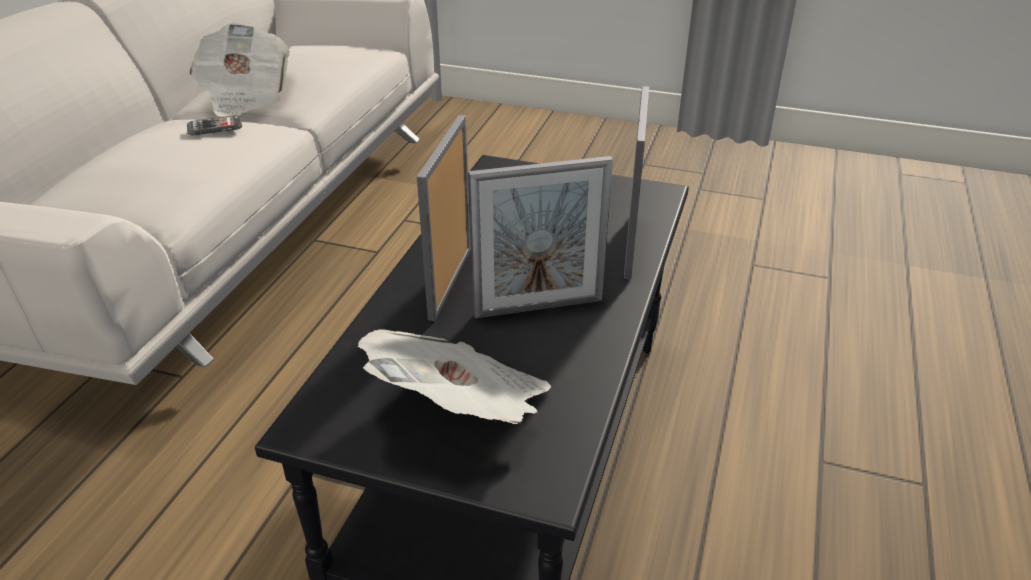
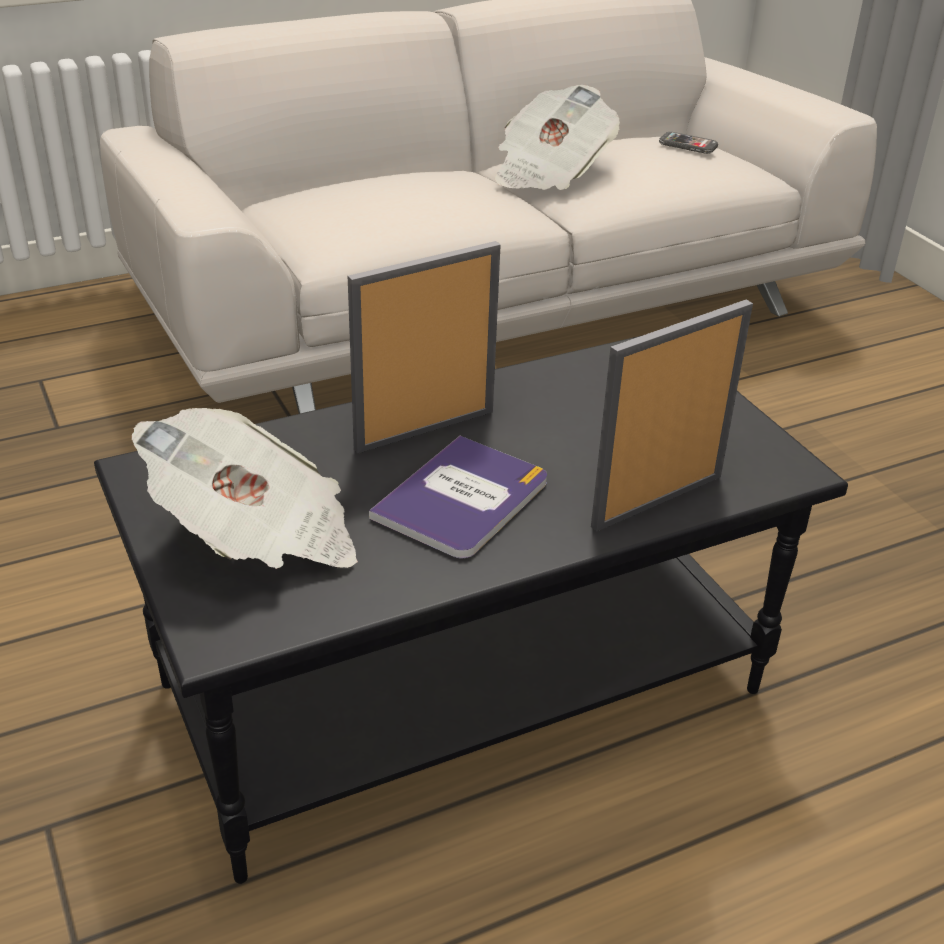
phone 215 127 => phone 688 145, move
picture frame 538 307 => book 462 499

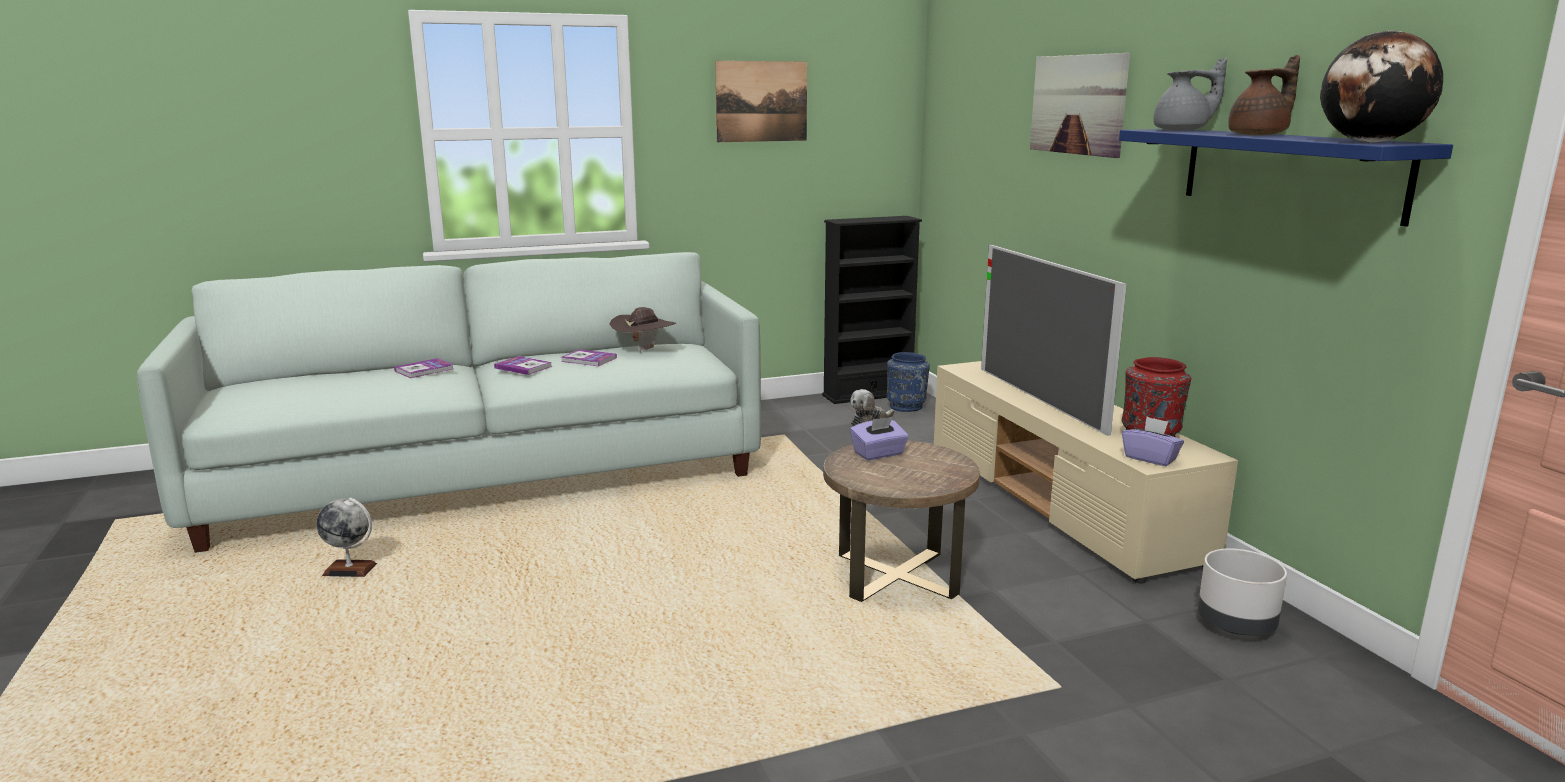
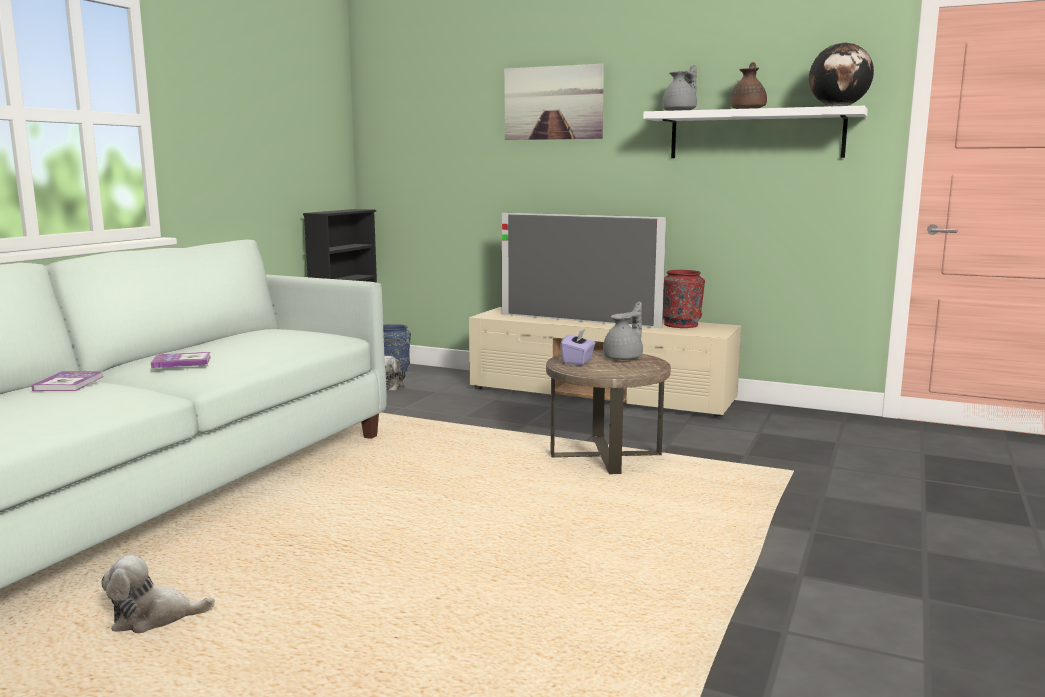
globe 350 571 => plush toy 153 618
book 588 359 => nothing
brown hat 644 349 => nothing
picture 761 101 => nothing
blue shelf 1289 172 => white shelf 755 134
purple tissue box 1150 458 => nothing
grey planter 1236 626 => nothing
nothing => grey teapot 624 358

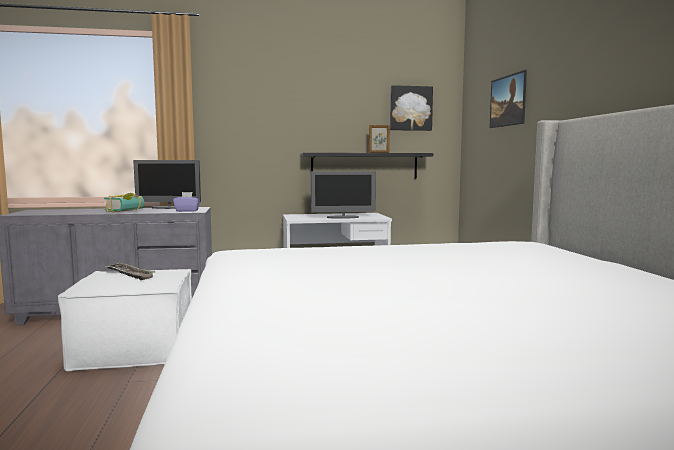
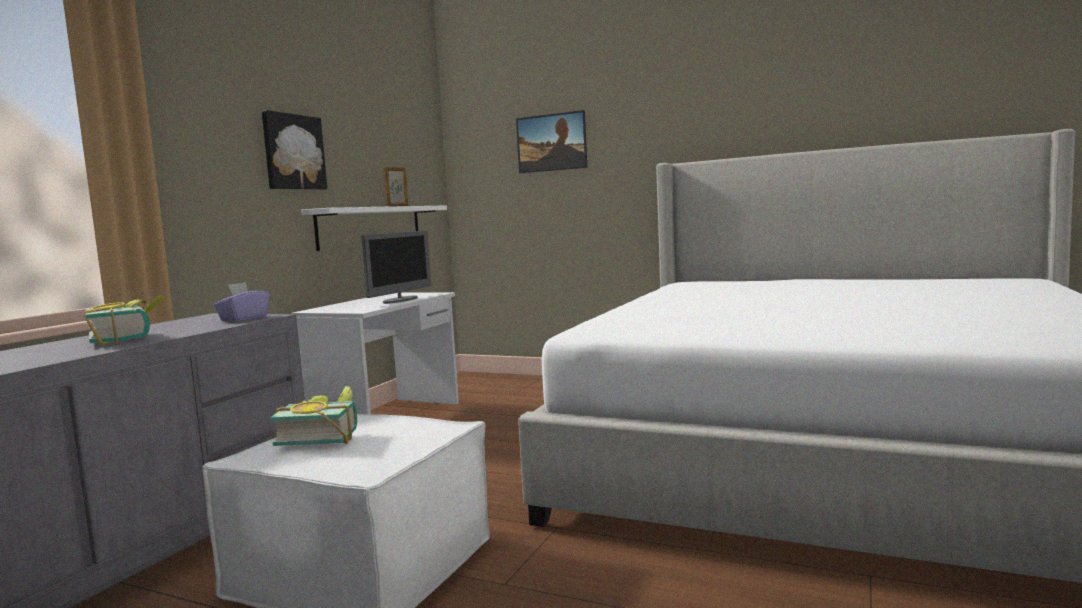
tray 129 274 => book 320 438
monitor 168 208 => nothing
black shelf 364 166 => white shelf 370 226
picture 410 108 => picture 293 152, move

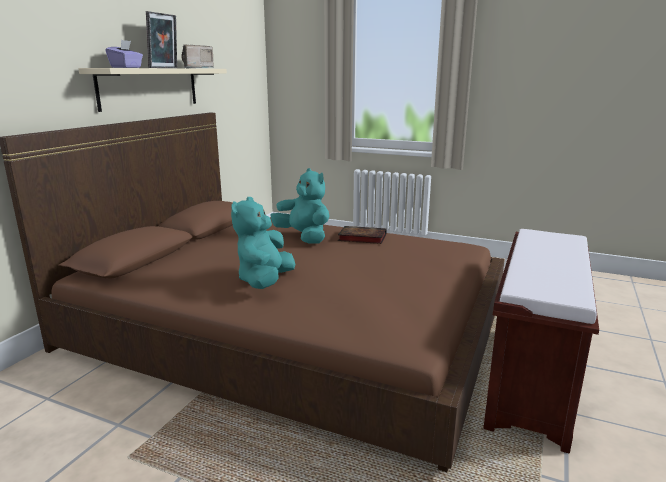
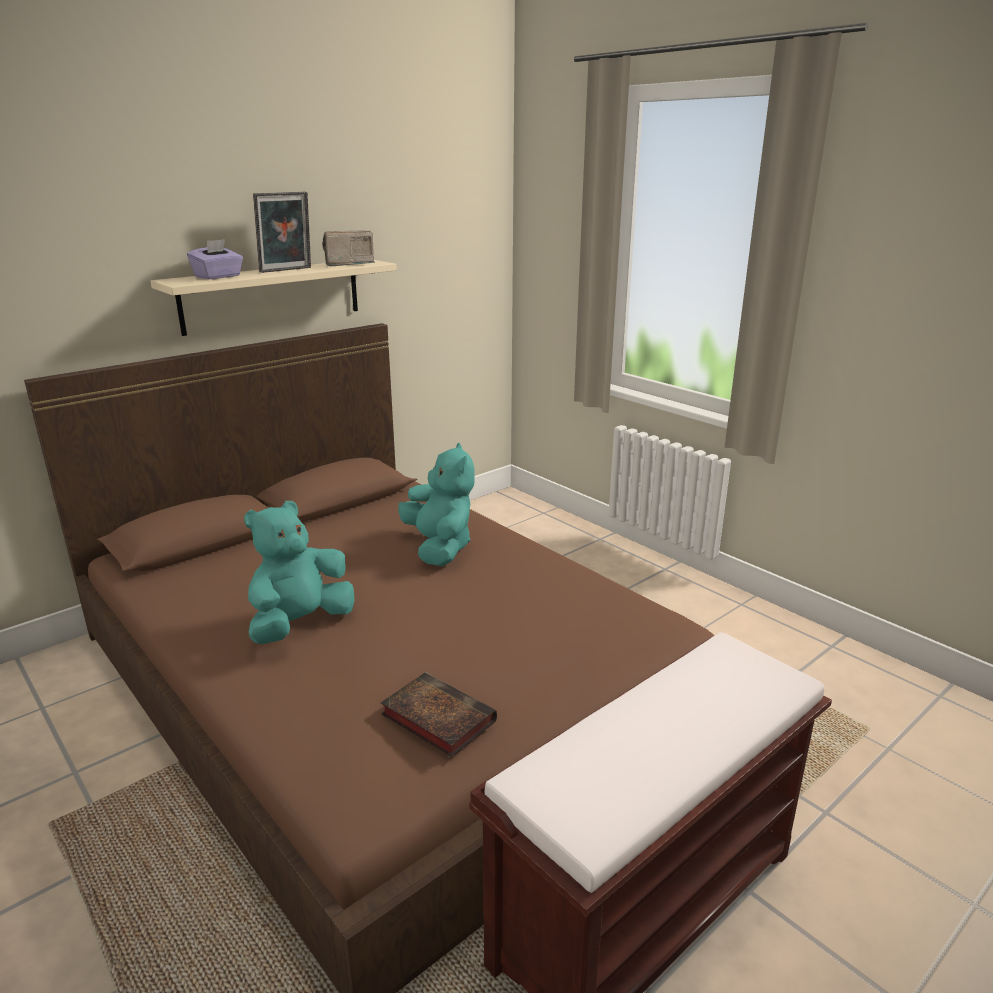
book 361 238 => book 435 718, move

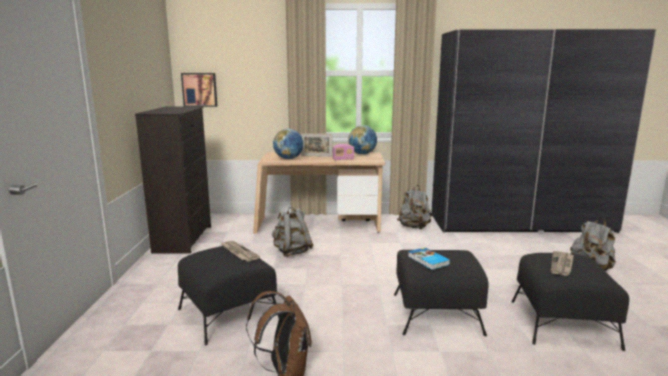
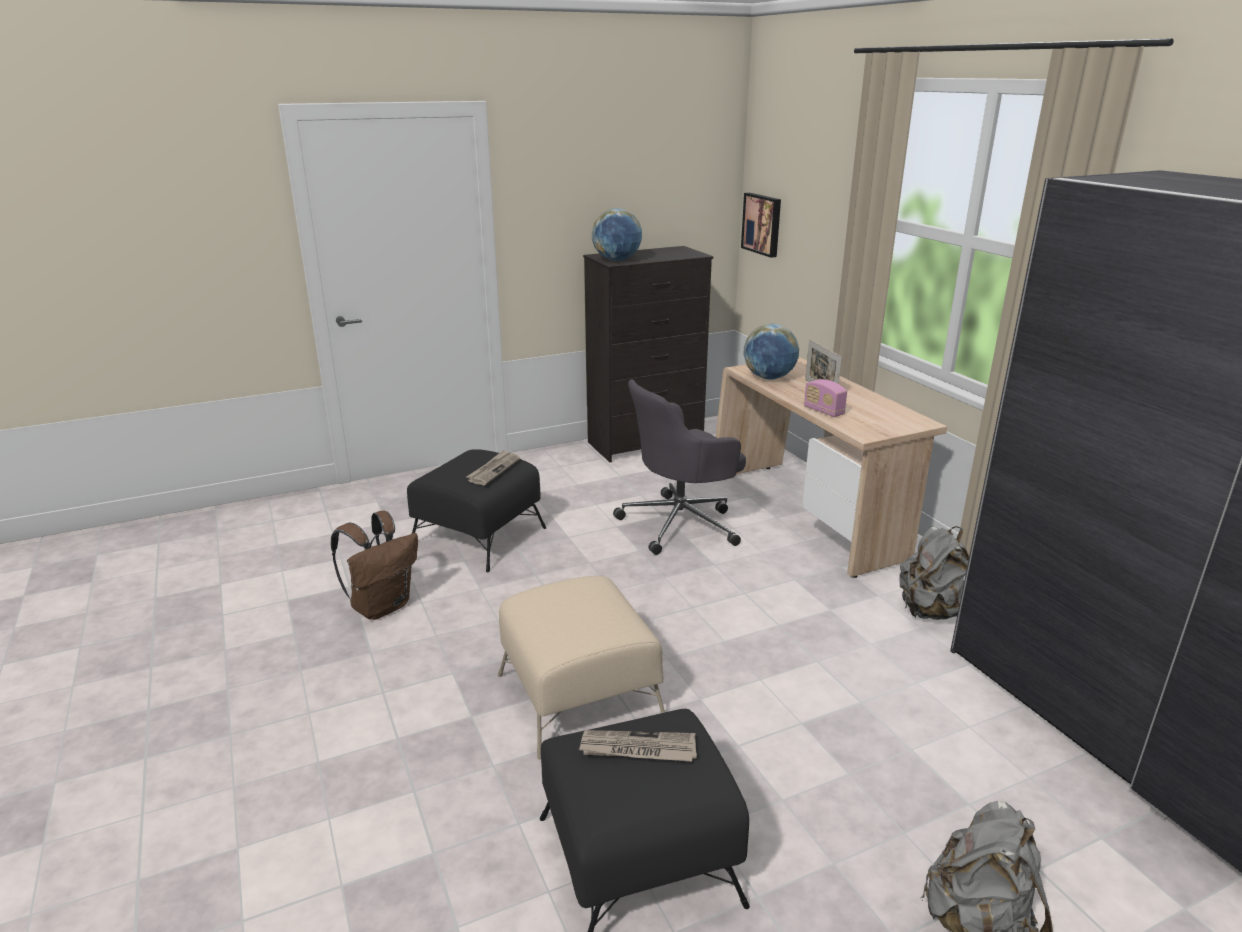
grey backpack 292 252 => grey office chair 681 524
globe 362 154 => globe 617 260, move
black ottoman 435 313 => beige ottoman 579 695
book 427 260 => nothing

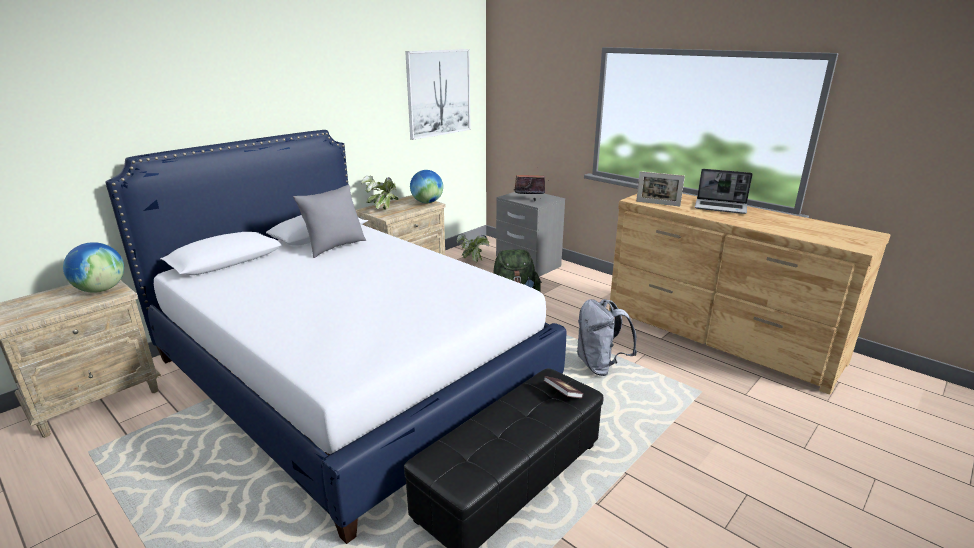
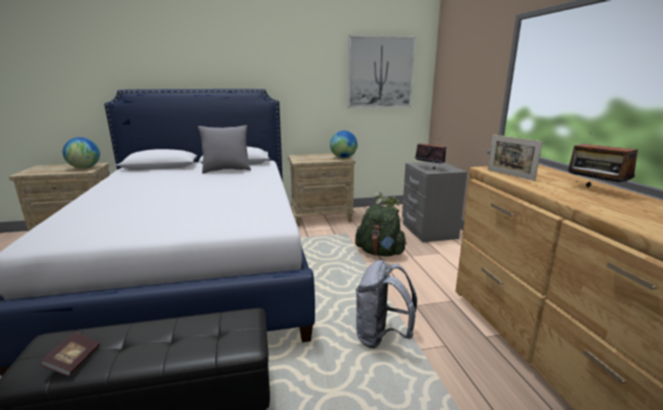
potted plant 382 208 => nothing
book 562 394 => book 74 361, move
laptop 721 207 => radio 594 190

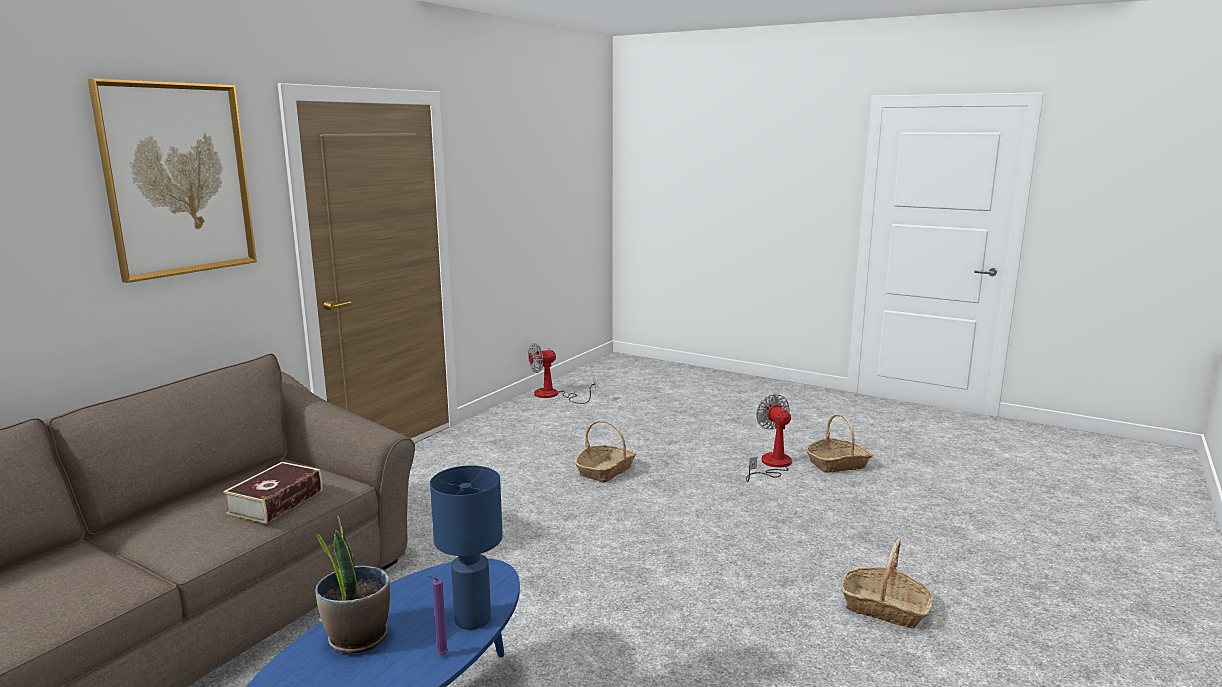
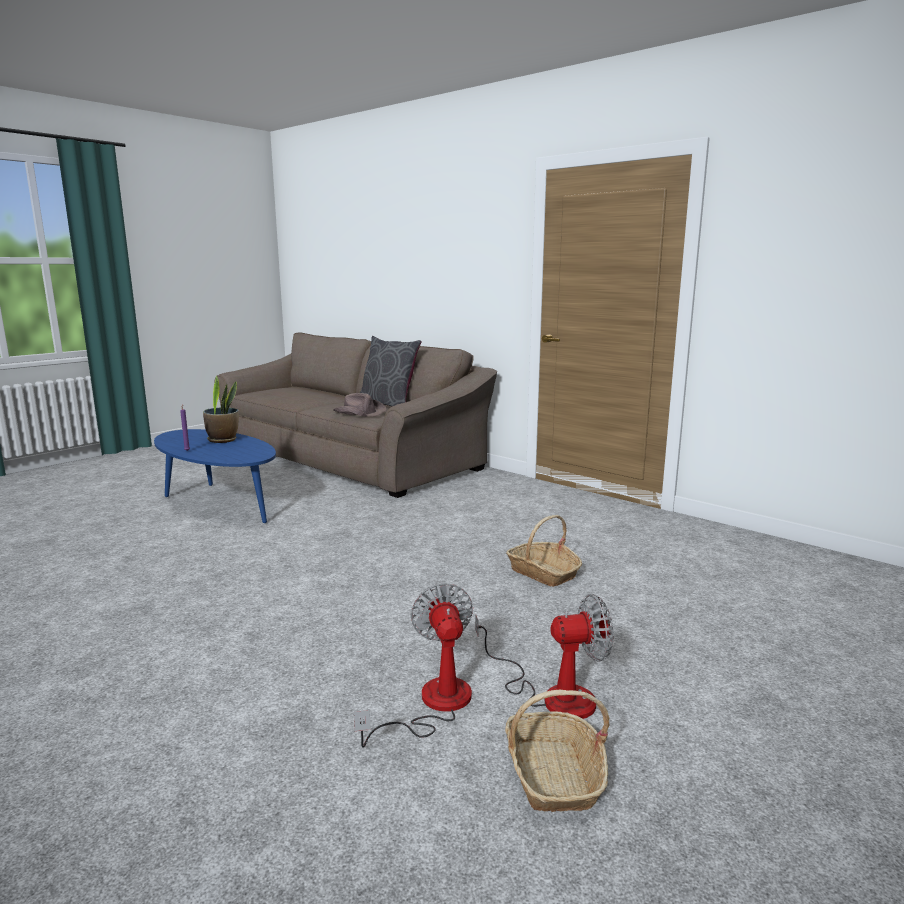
picture 178 179 => nothing
book 276 502 => brown hat 359 412
blue table lamp 472 619 => nothing
fan 553 395 => fan 433 705, move
basket 884 608 => nothing
nothing => grey pillow 388 404

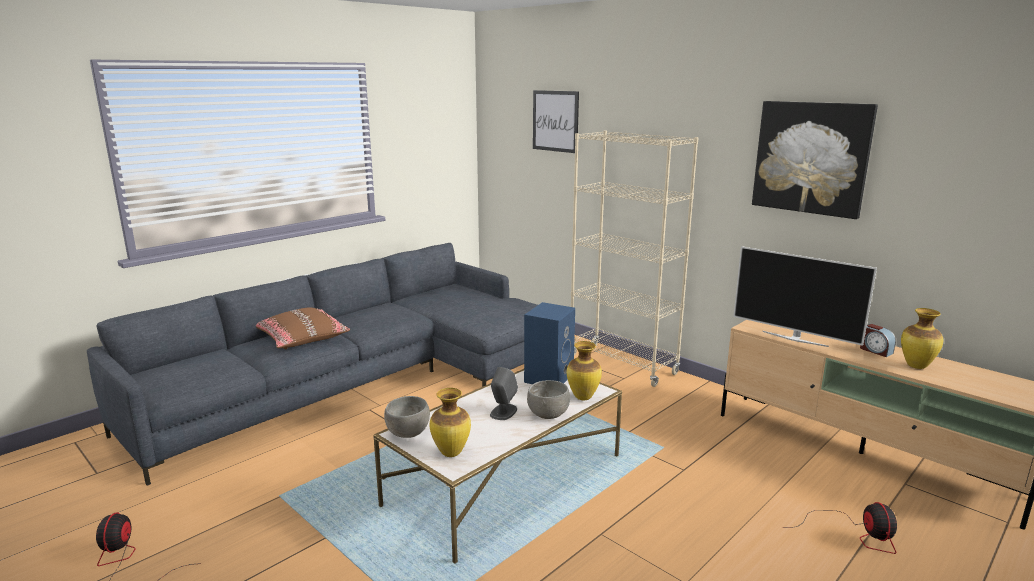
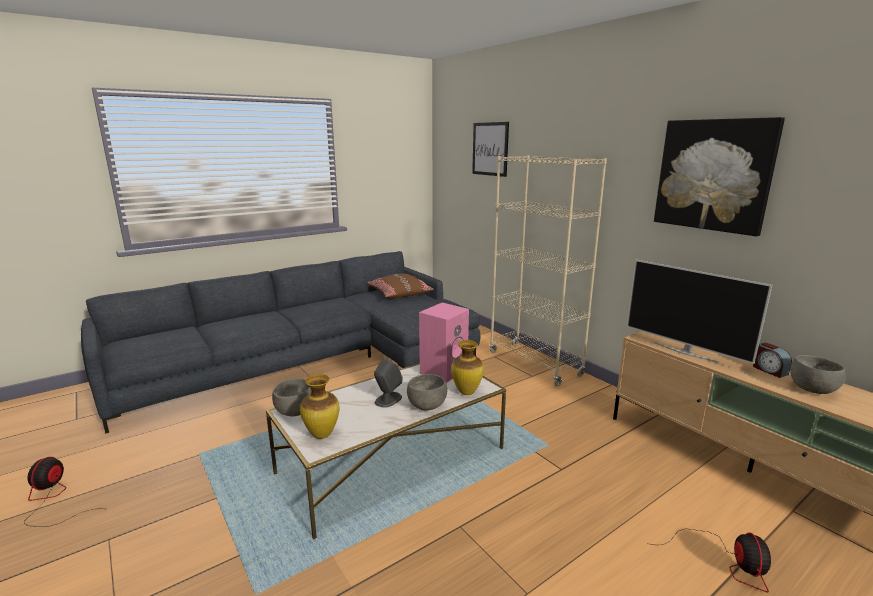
brown pillow 302 338 => brown pillow 399 293, move
blue speaker 548 377 => pink speaker 443 370
vase 917 366 => grey bowl 813 390

